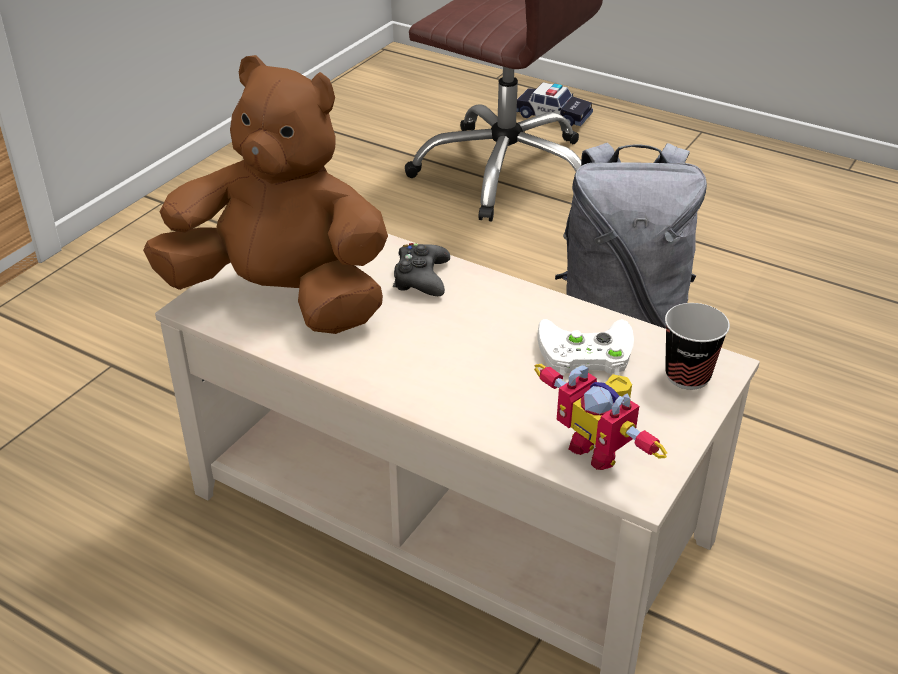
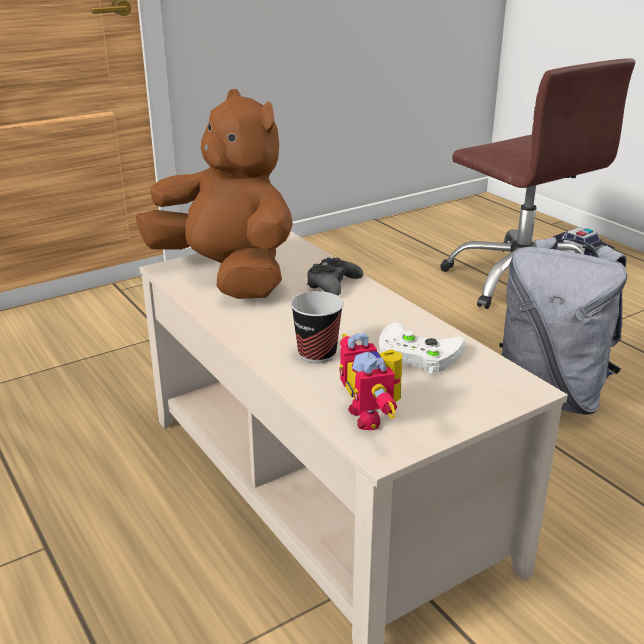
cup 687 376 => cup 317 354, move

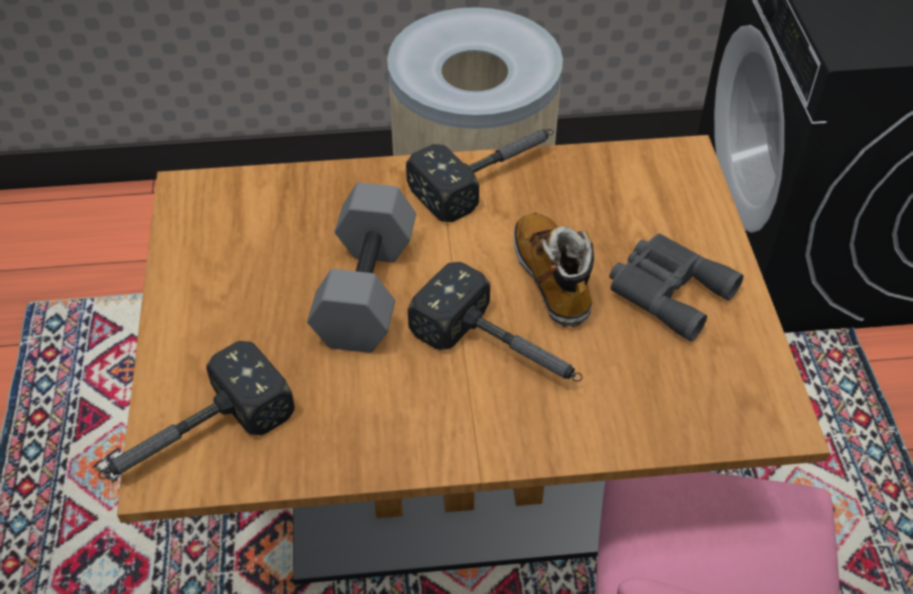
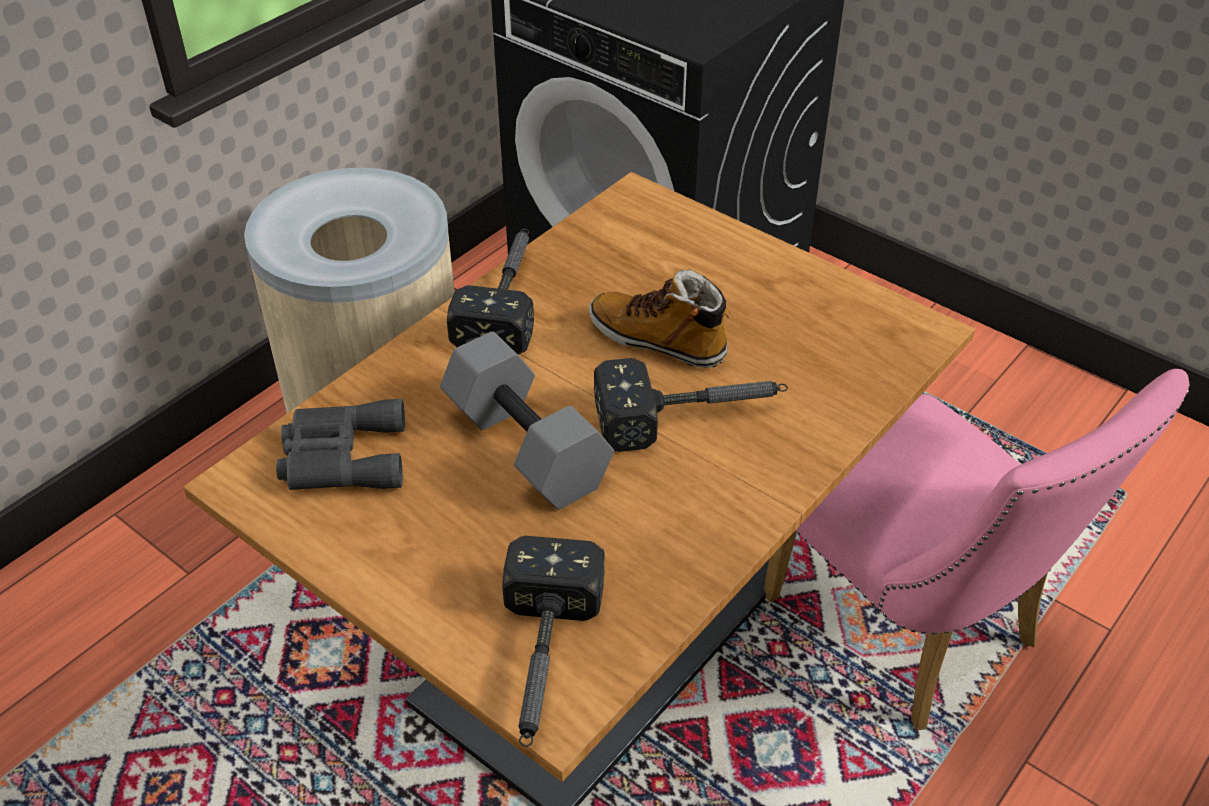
grey binoculars 667 289 => grey binoculars 340 456, move

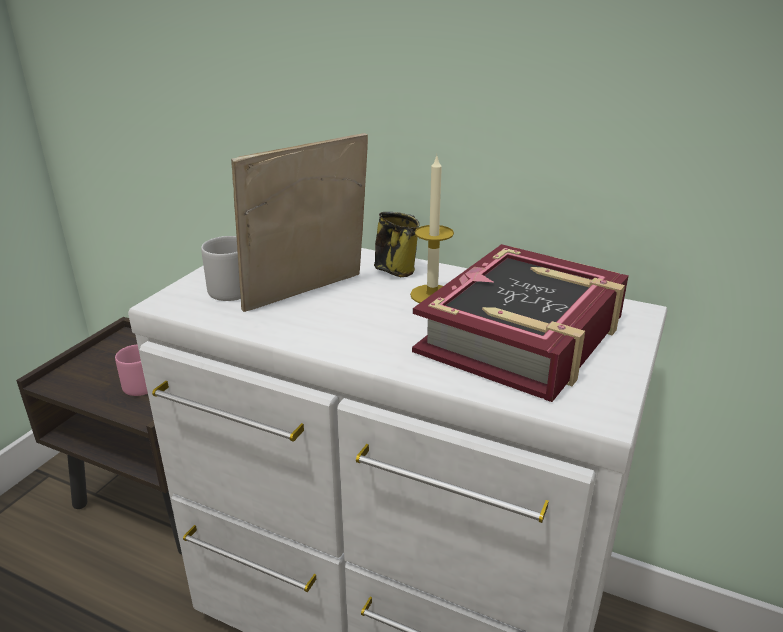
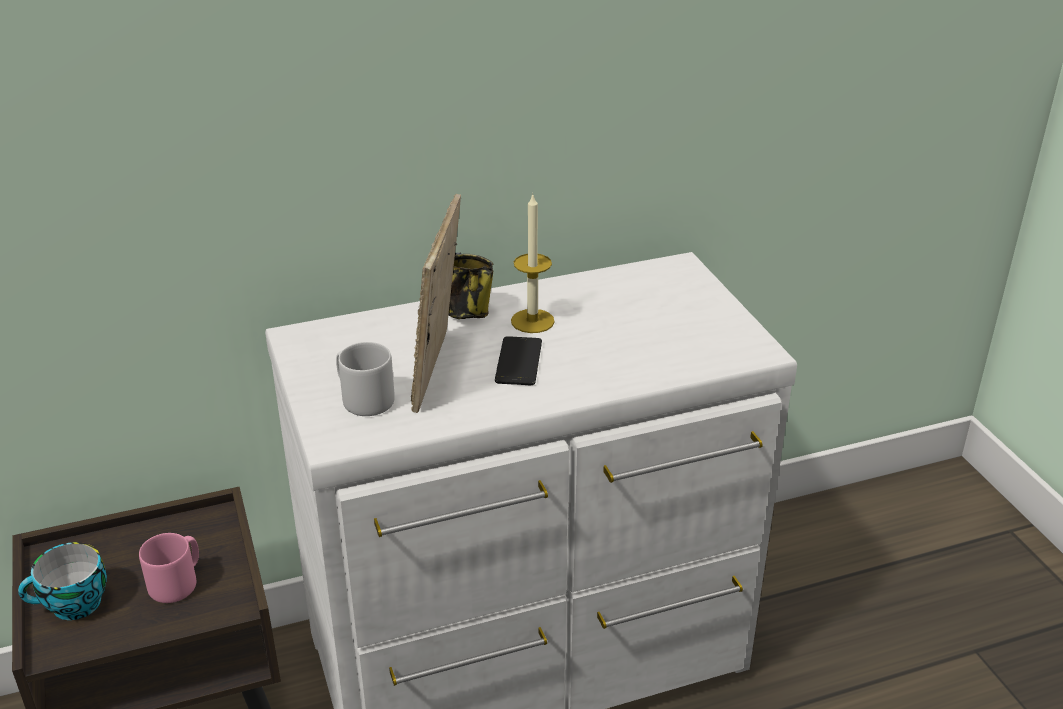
book 523 335 => nothing
nothing => cup 73 606
nothing => phone 518 362

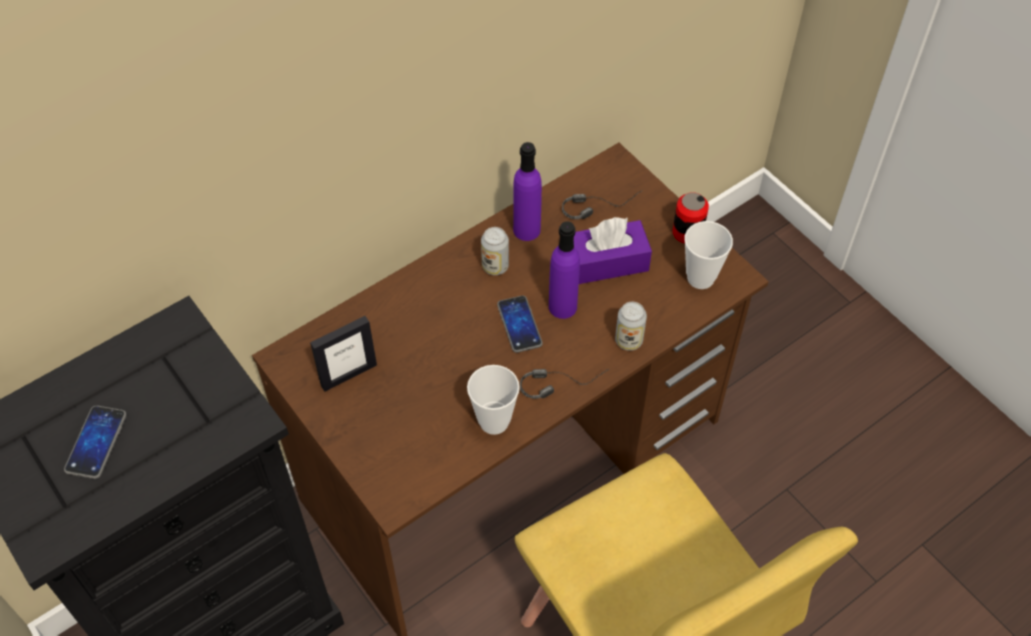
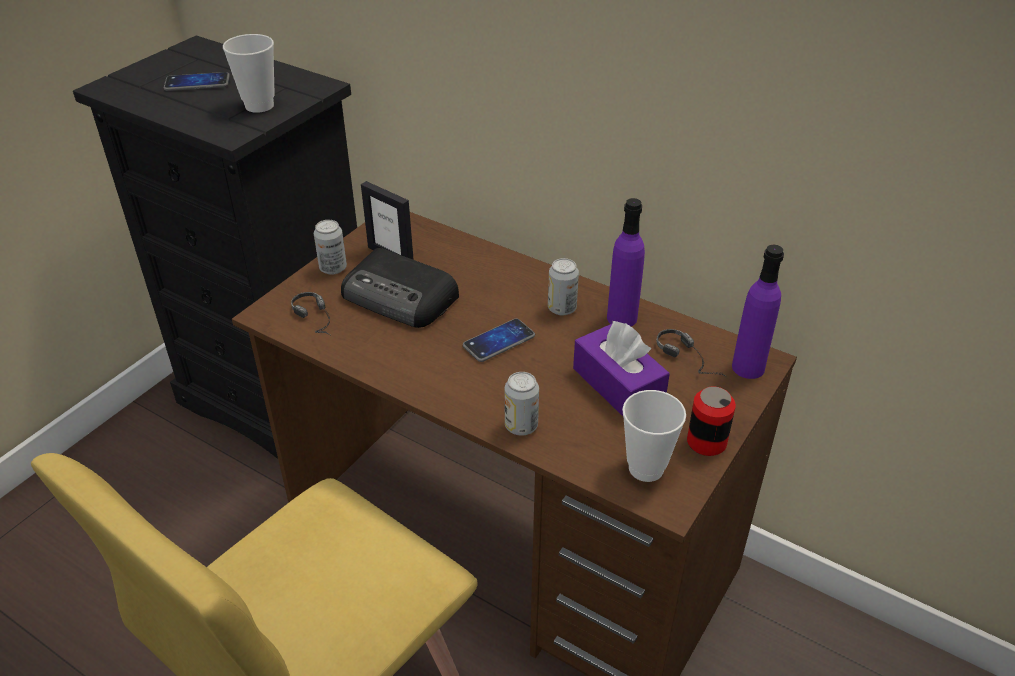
cup 494 421 => cup 259 106, move
headphones 562 381 => headphones 321 323, move
purple bottle 562 307 => purple bottle 748 367, move
nothing => can 333 268
nothing => radio 401 297

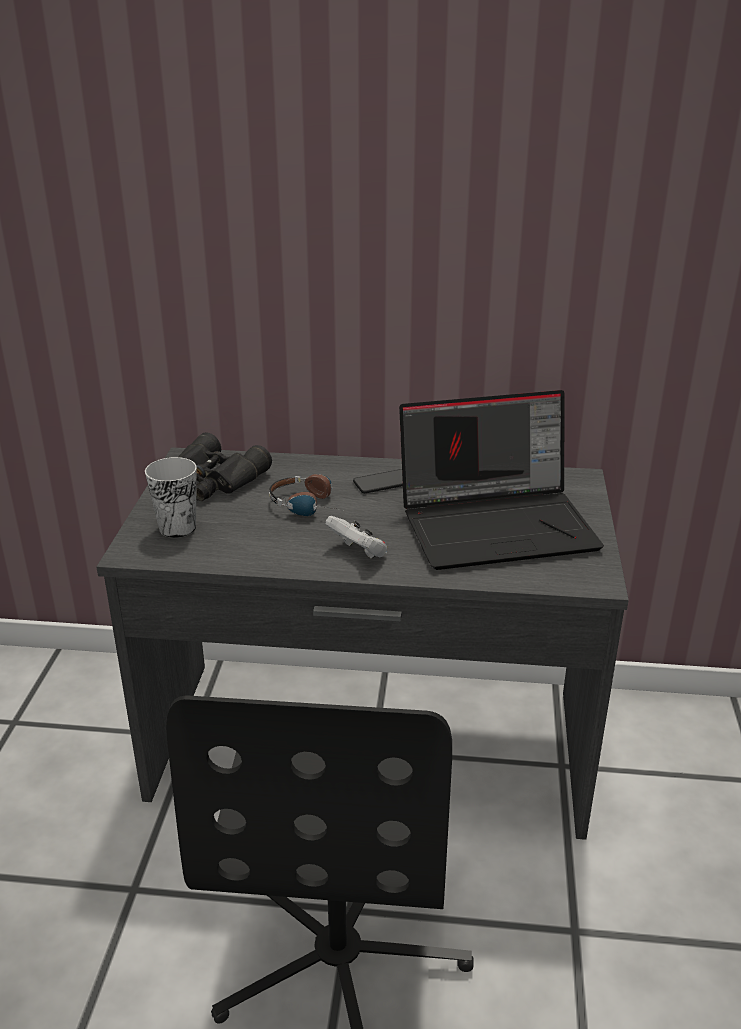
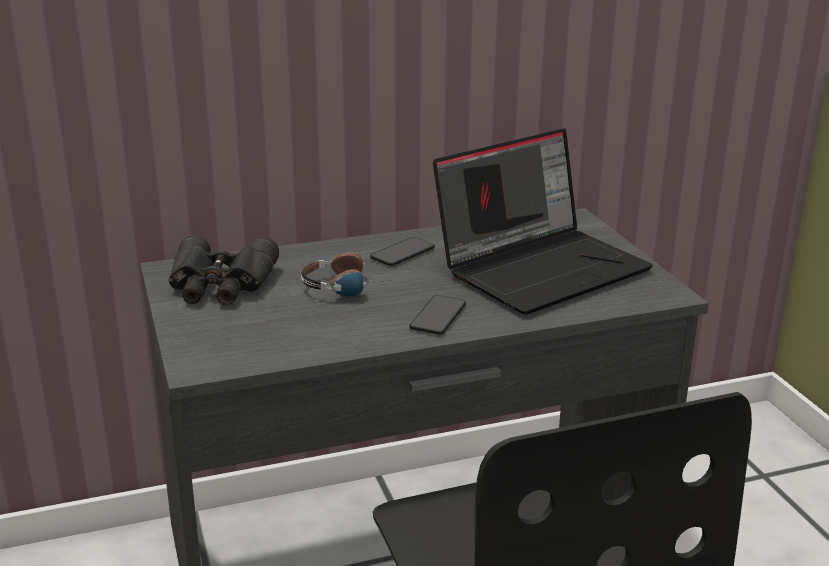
cup 177 528 => nothing
white game controller 358 552 => phone 438 316

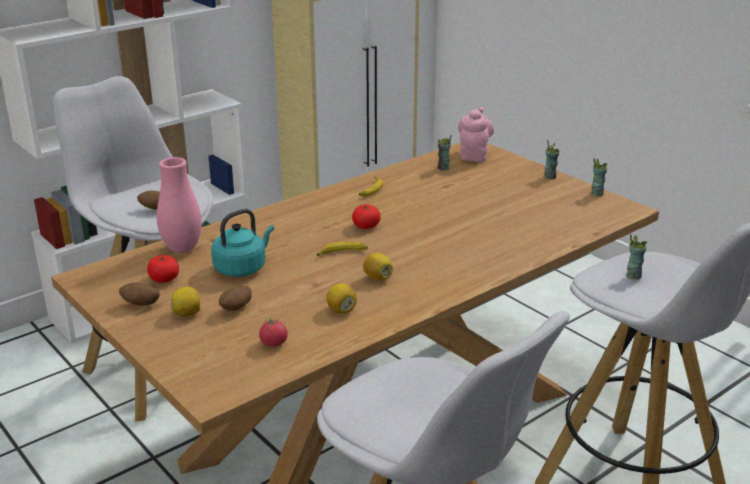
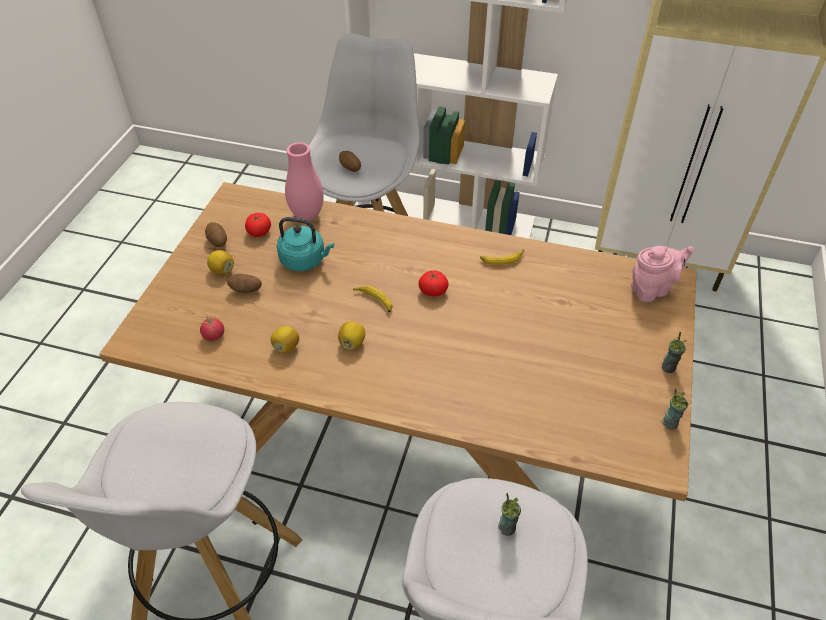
cup 443 168 => nothing

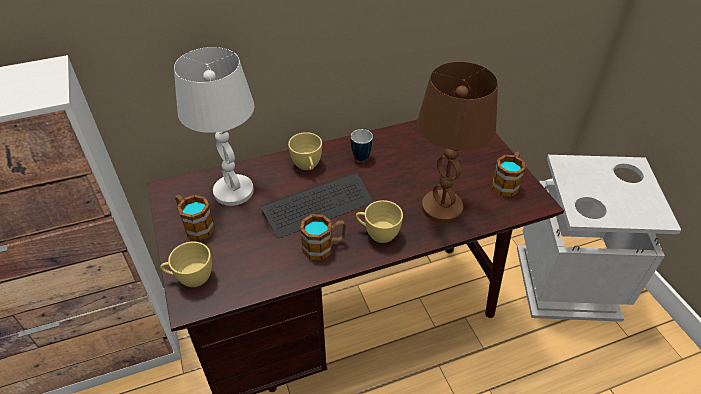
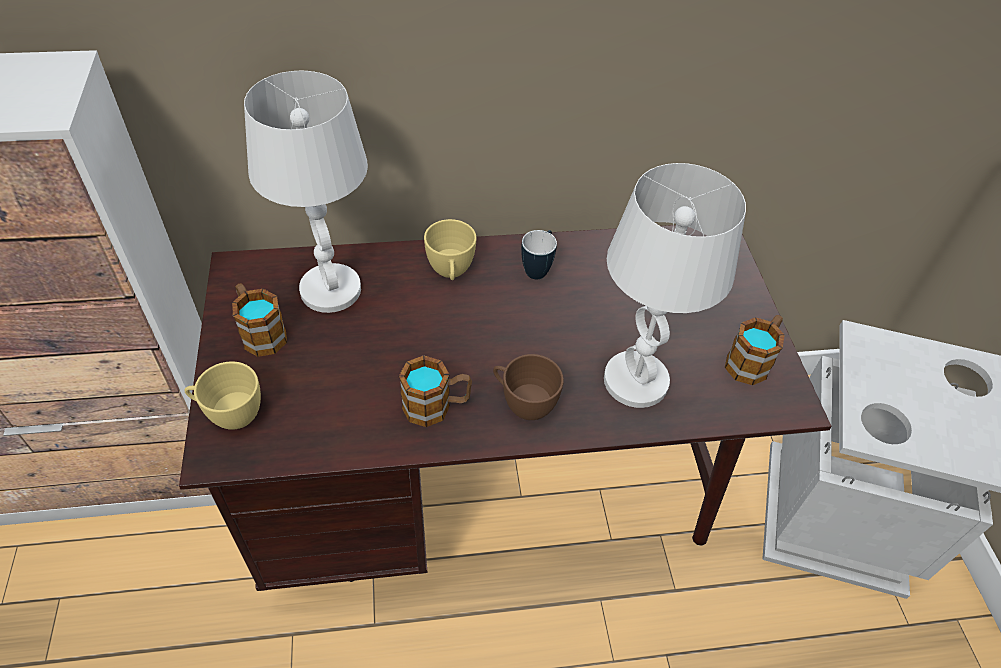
keyboard 317 206 => nothing
yellow cup 377 234 => brown cup 523 403
brown table lamp 442 207 => white table lamp 636 381

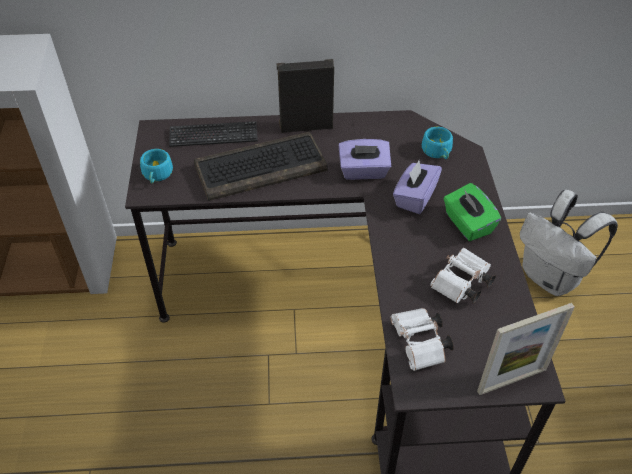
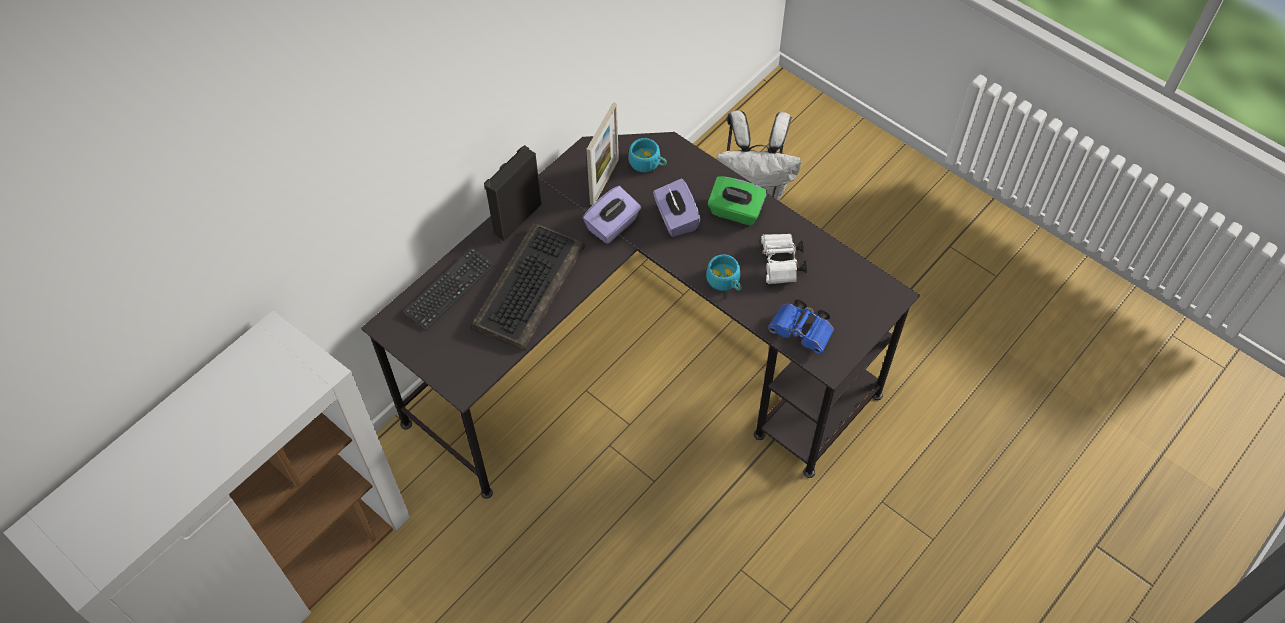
turquoise cup 157 175 => turquoise cup 725 281, move
white binoculars 420 345 => blue binoculars 803 332
picture frame 512 380 => picture frame 604 182, move

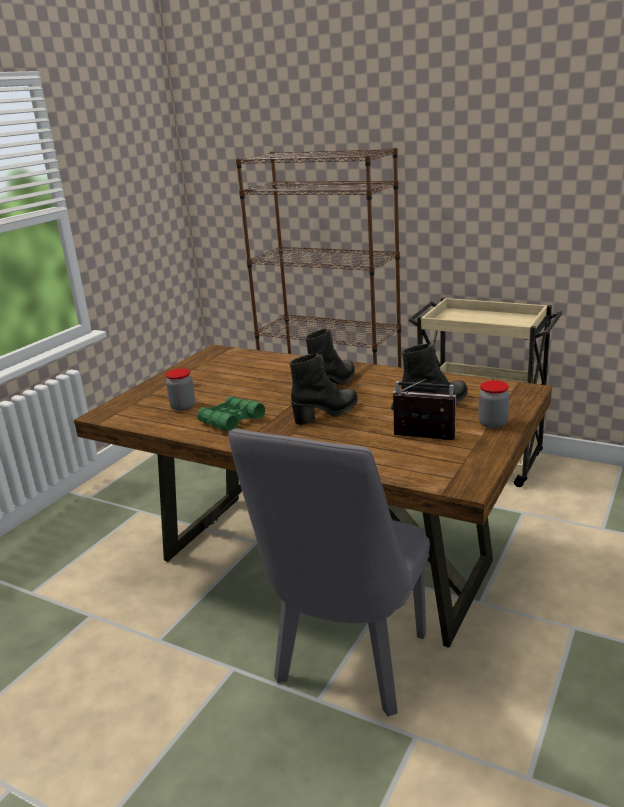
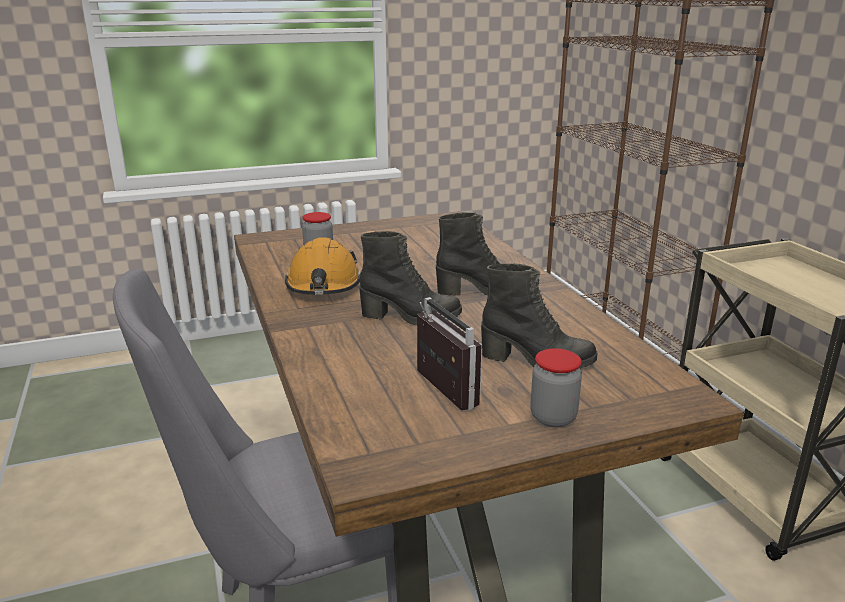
green binoculars 231 421 => orange hard hat 324 285

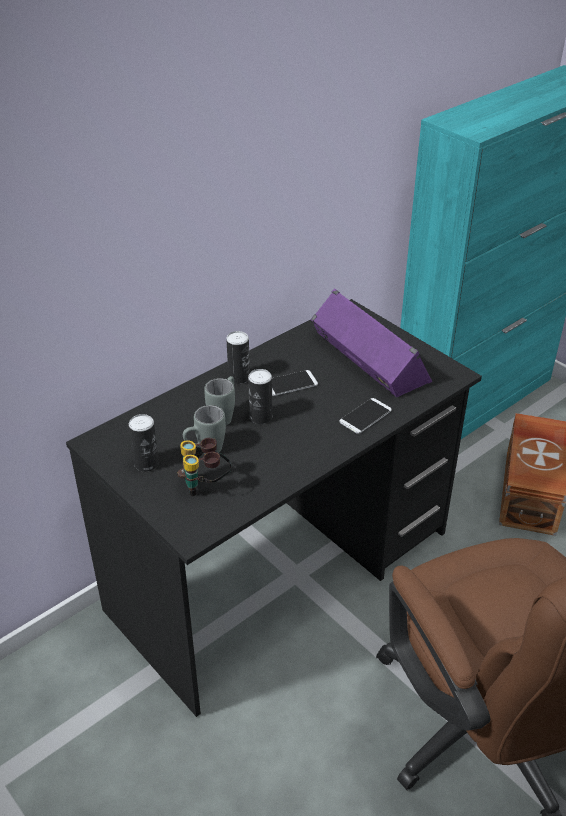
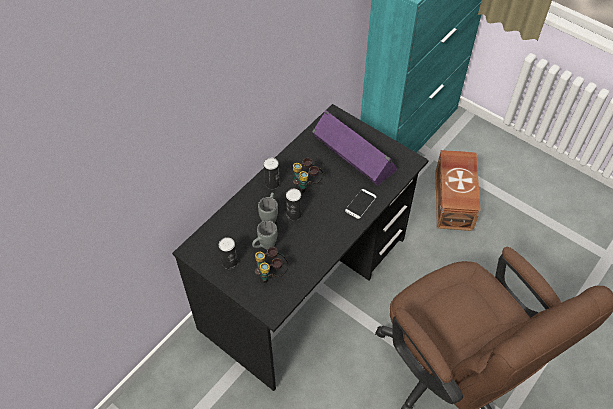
phone 290 383 => binoculars 307 184

